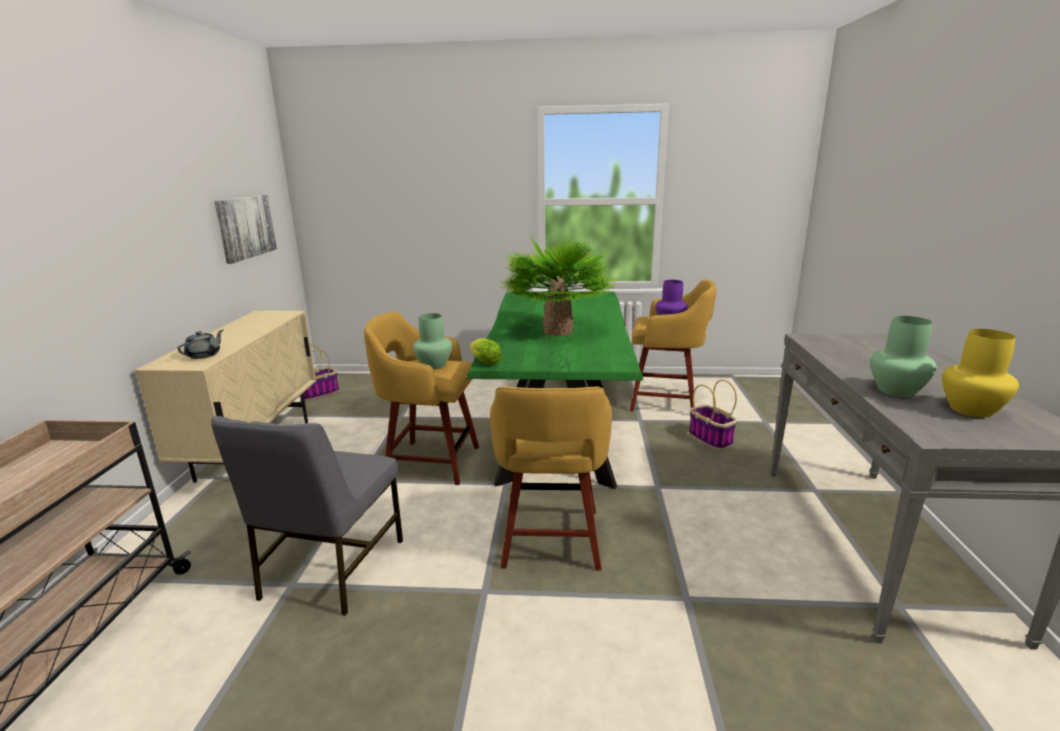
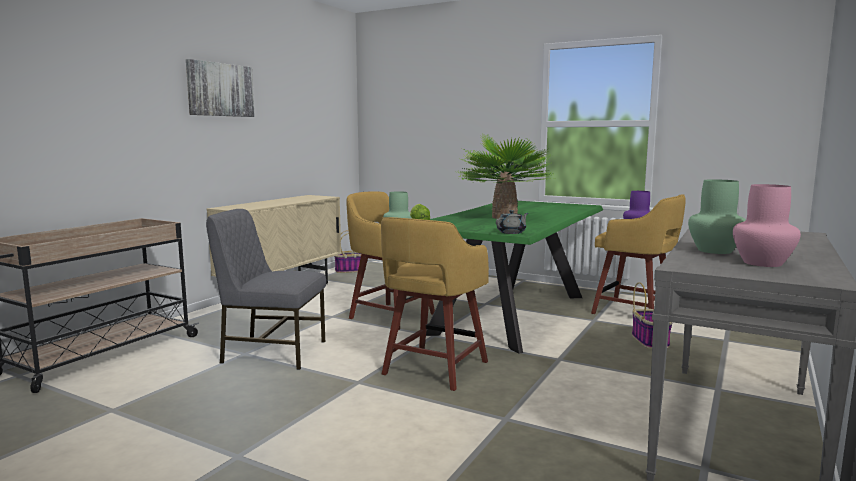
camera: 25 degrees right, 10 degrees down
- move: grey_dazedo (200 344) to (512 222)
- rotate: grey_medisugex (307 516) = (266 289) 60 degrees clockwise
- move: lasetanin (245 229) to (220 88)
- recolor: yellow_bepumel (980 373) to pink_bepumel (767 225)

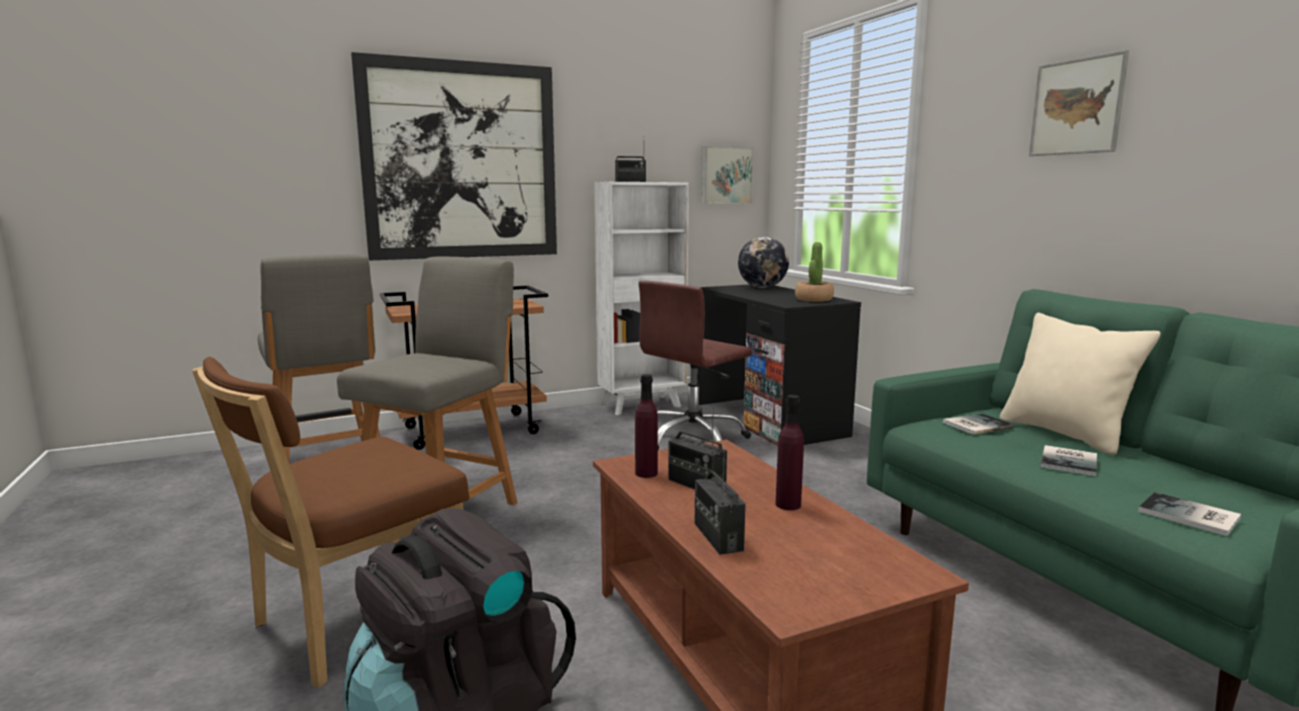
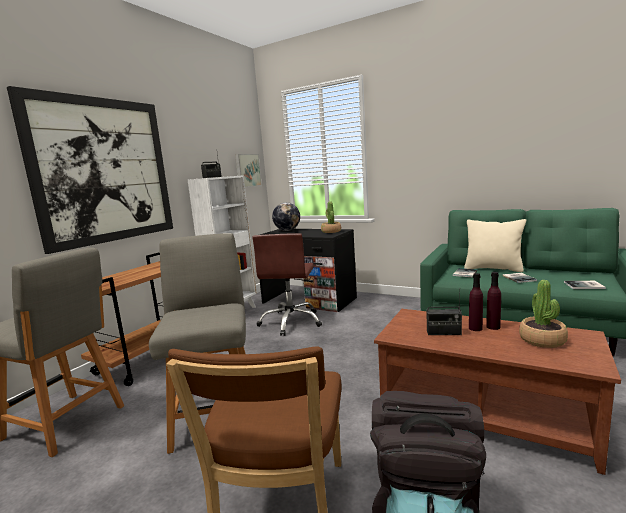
camera: 35 degrees left, 0 degrees up
- move: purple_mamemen (646 426) to (476 302)
- delete: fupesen (720 502)
- delete: lasetanin (1079 103)
- insert: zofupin (543 314)

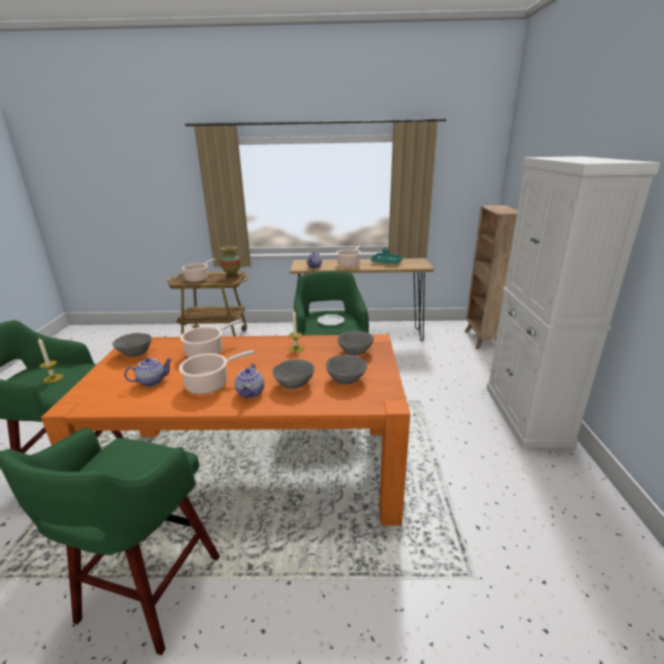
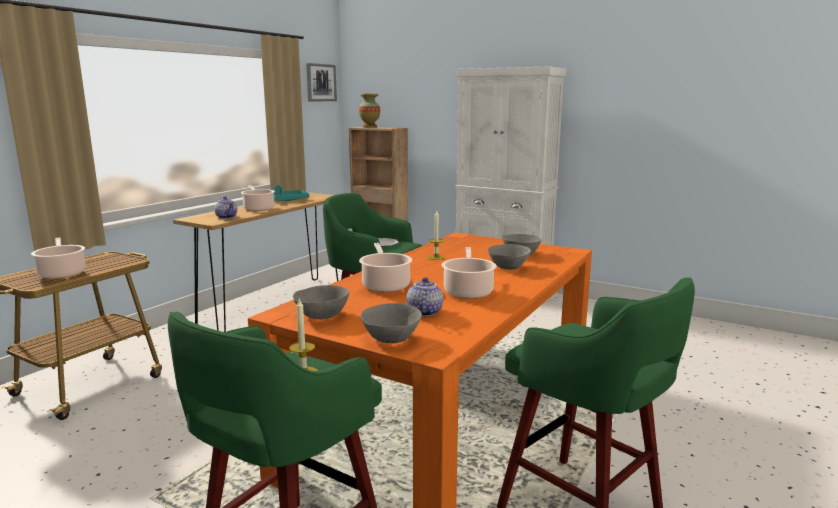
camera: 60 degrees left, 10 degrees down
- move: bepumel (230 262) to (369 111)
- delete: dazedo (249 381)
- move: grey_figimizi (355 343) to (391 323)
- insert: lasetanin (321 82)

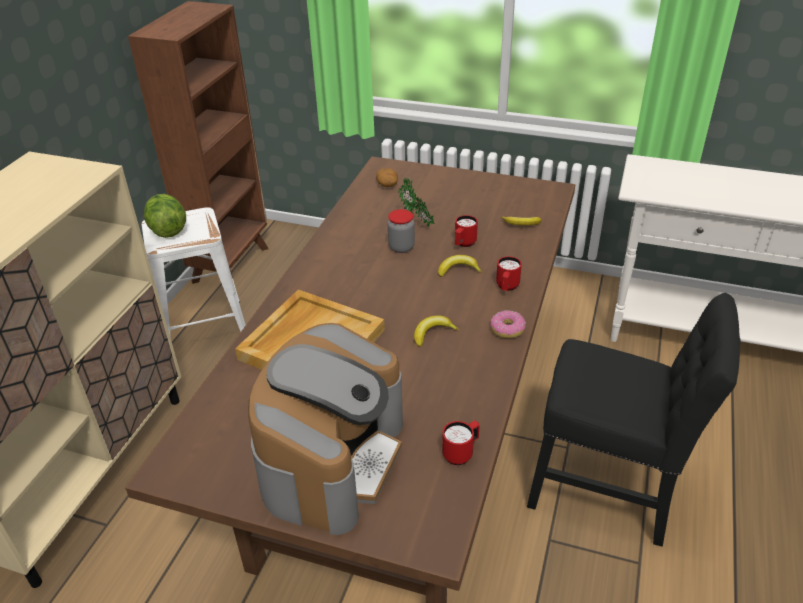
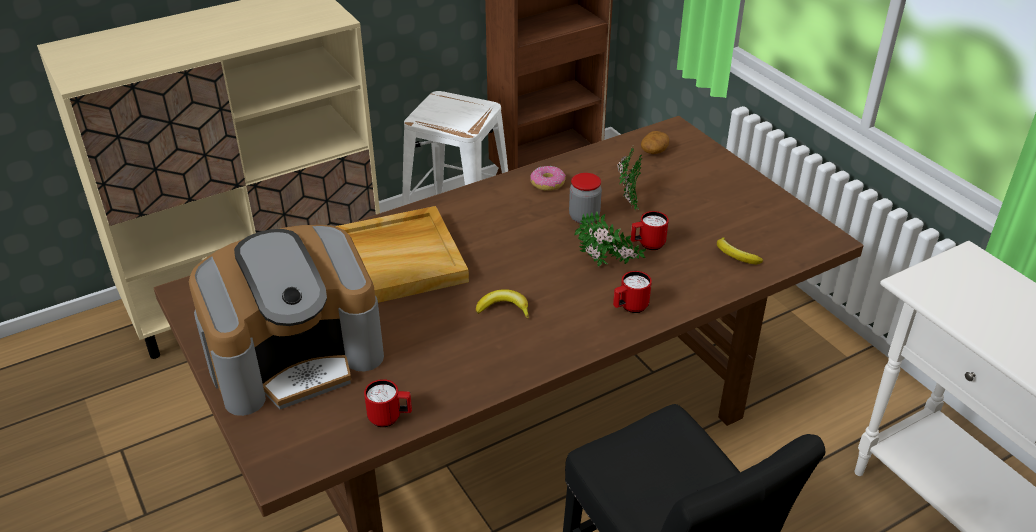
camera: 40 degrees right, 0 degrees up
- delete: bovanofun (165 216)
- replace: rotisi (460 266) to zofupin (610 239)
- move: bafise (508 324) to (548 178)

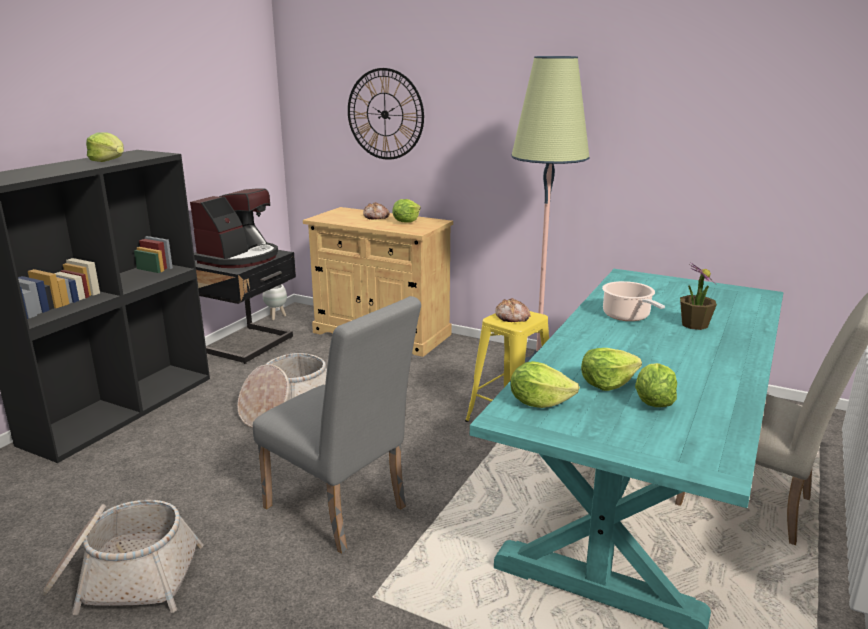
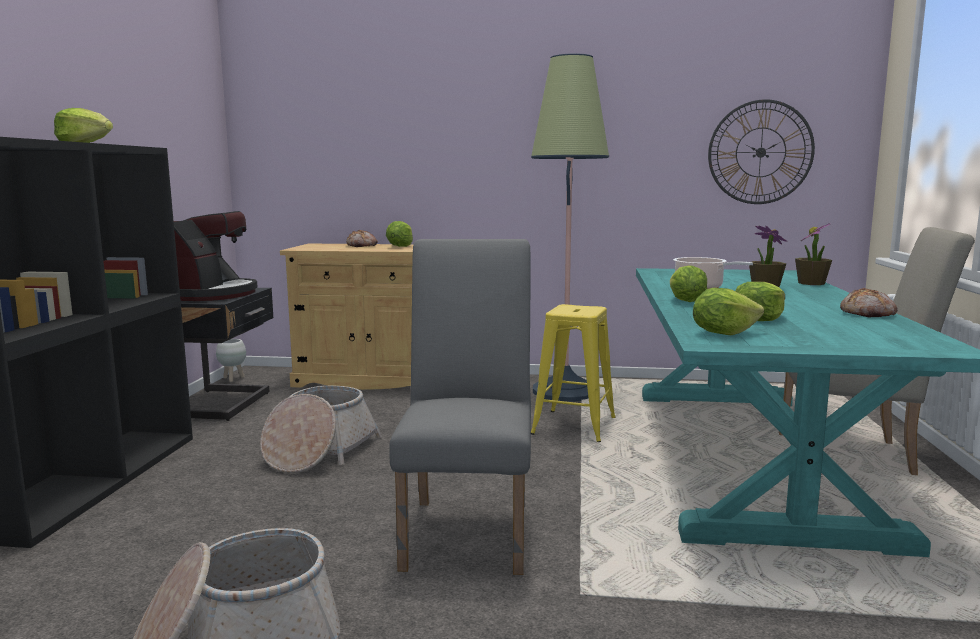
camera: 20 degrees left, 10 degrees down
- rotate: grey_medisugex (337 425) = (460 407) 105 degrees counterclockwise
- move: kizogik (386 114) to (761 151)
- move: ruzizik (512 310) to (869 303)
- move: bovanofun (656 385) to (688 284)
- insert: zofupin (813 254)

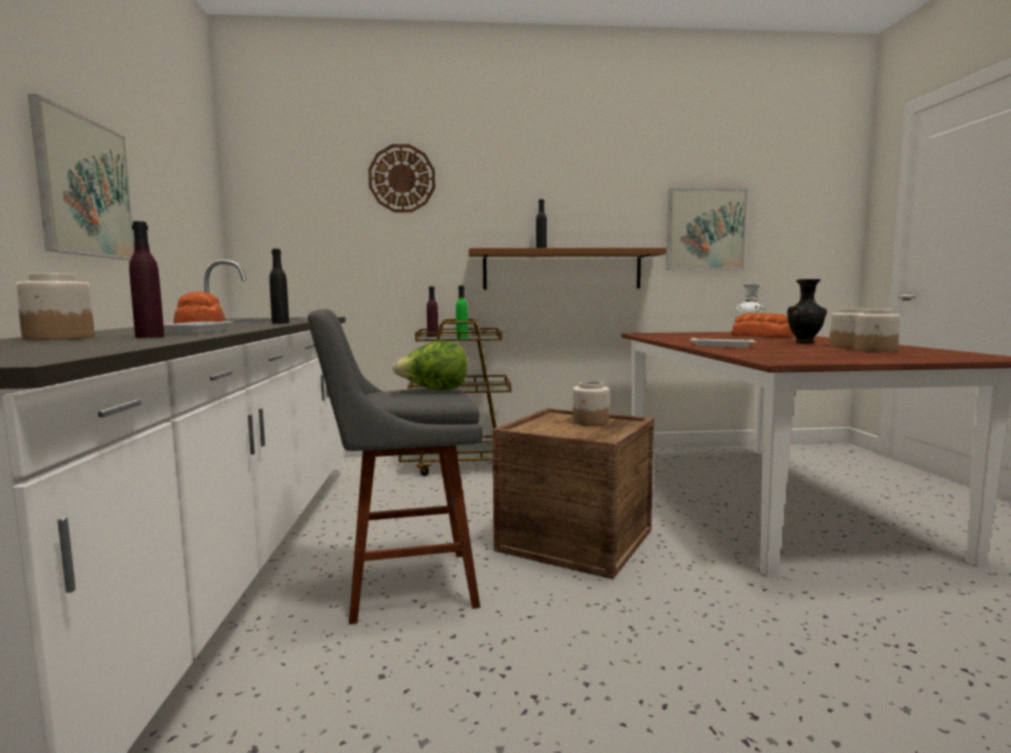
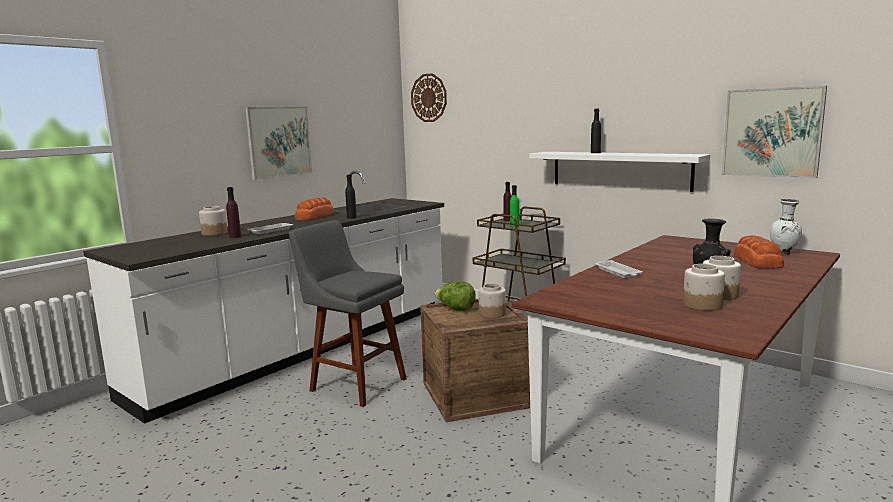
camera: 45 degrees right, 5 degrees up
- move: kizogik (401 178) to (429 97)
- move: bovanofun (430 366) to (455 296)
- recolor: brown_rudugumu (567 269) to white_rudugumu (619 172)

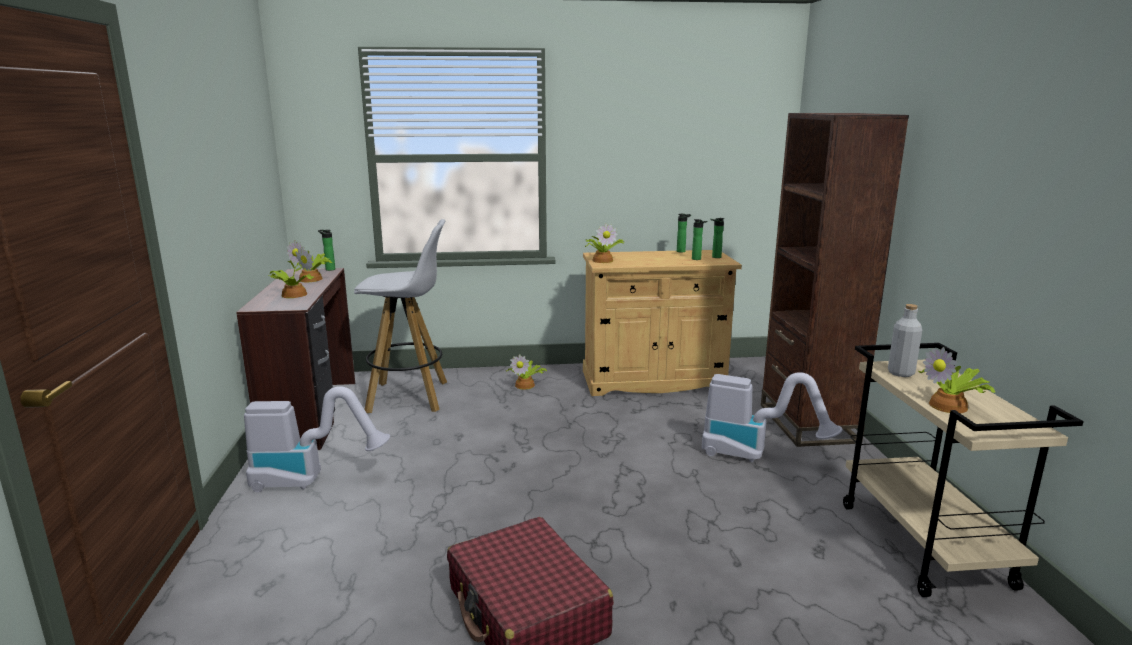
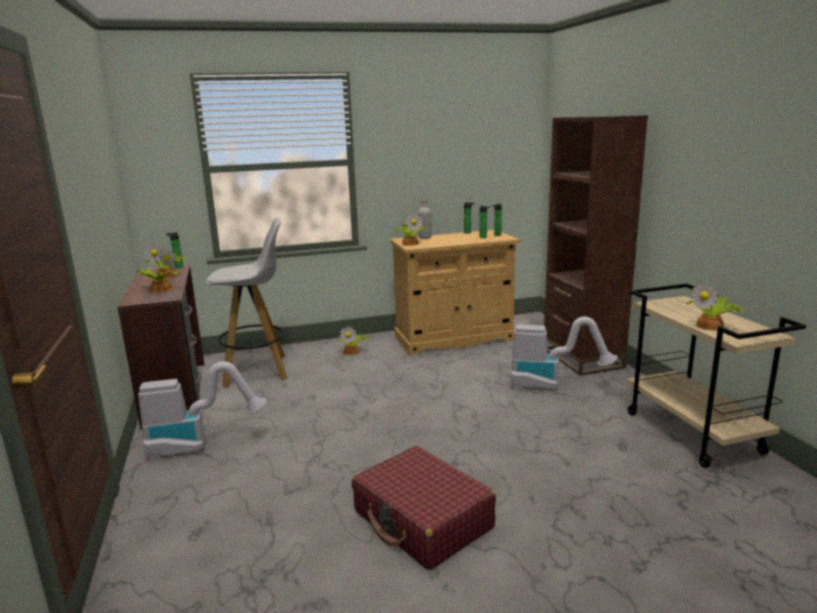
camera: 10 degrees left, 0 degrees up
- move: grey_mamemen (905 340) to (425 219)

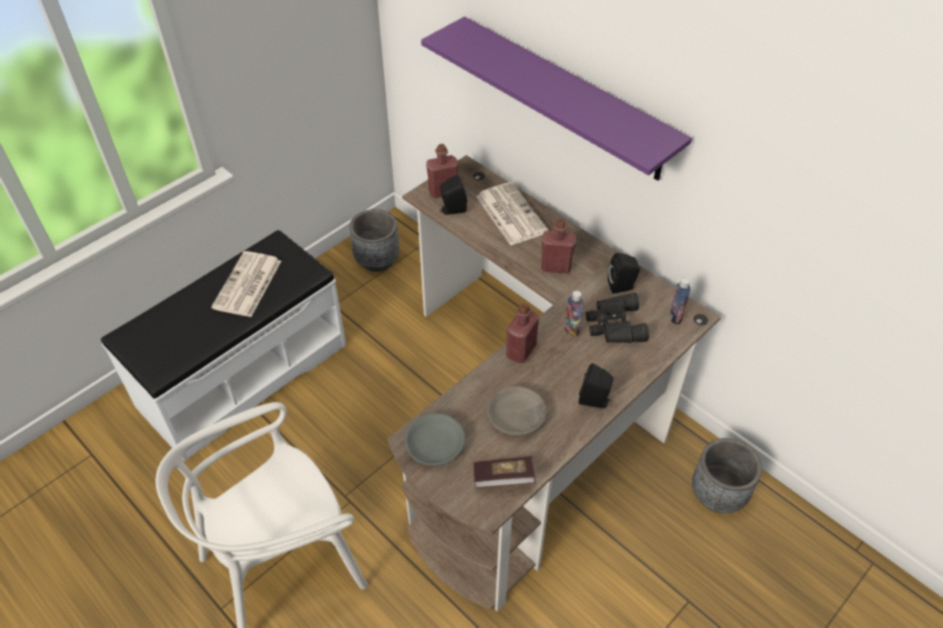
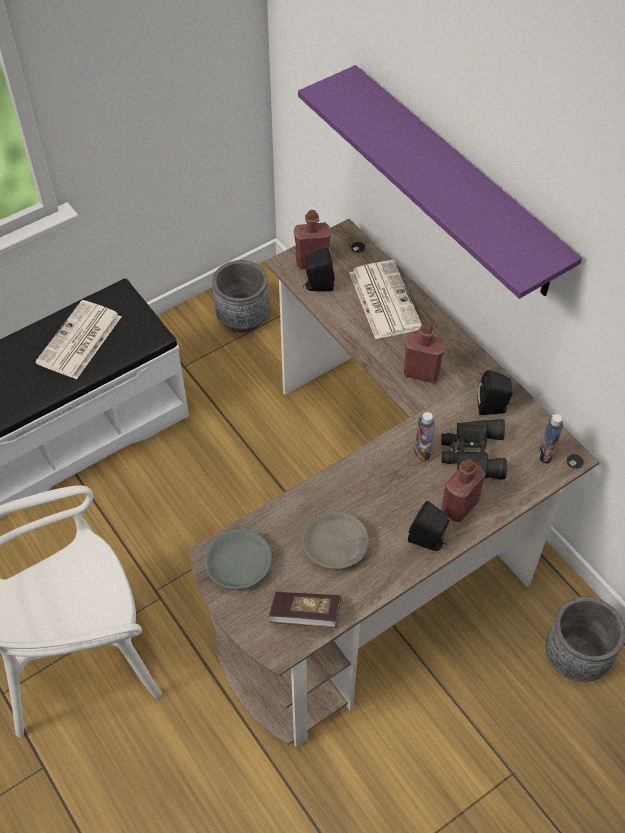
camera: 10 degrees right, 5 degrees up
- move: red_mamemen (522 333) to (463 490)

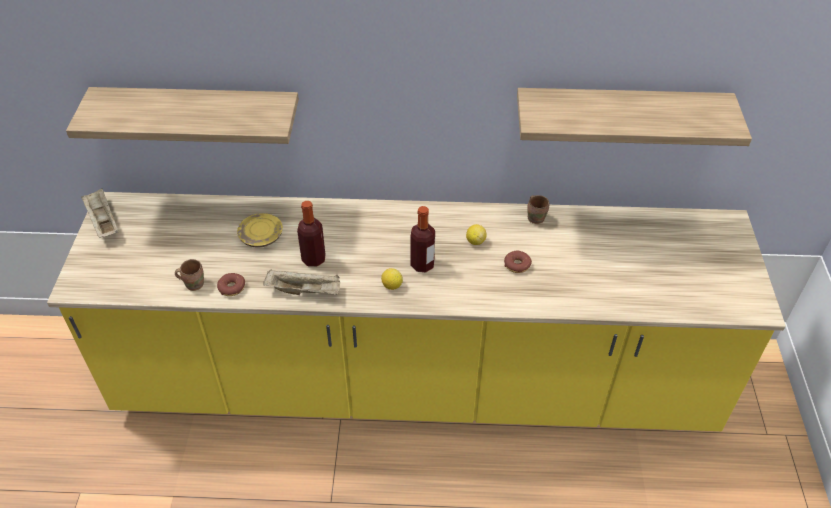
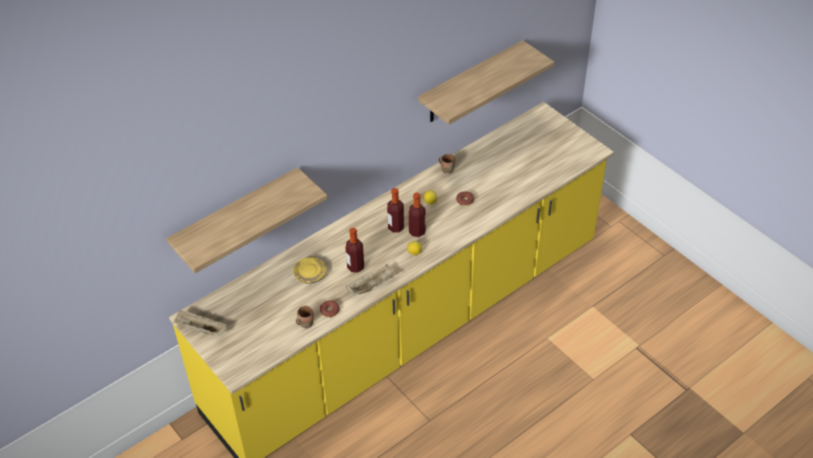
camera: 40 degrees left, 0 degrees up
- insert: mamemen (395 210)

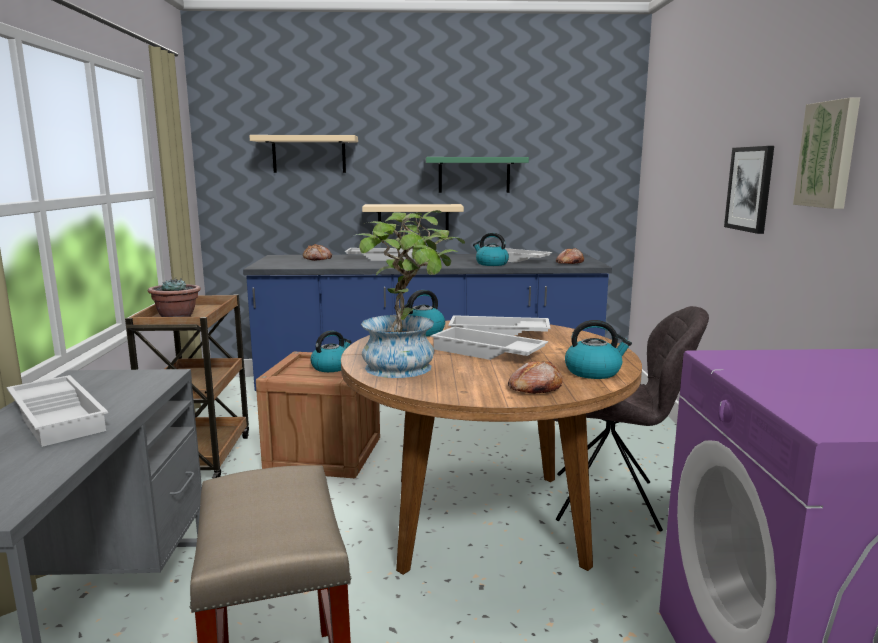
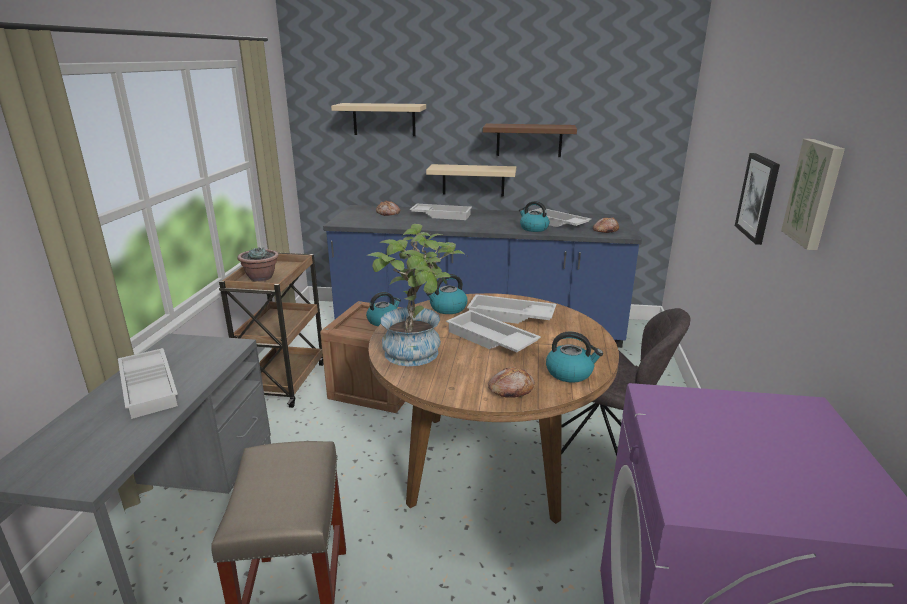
camera: 10 degrees right, 10 degrees up
- recolor: green_rudugumu (477 175) to brown_rudugumu (530 140)

